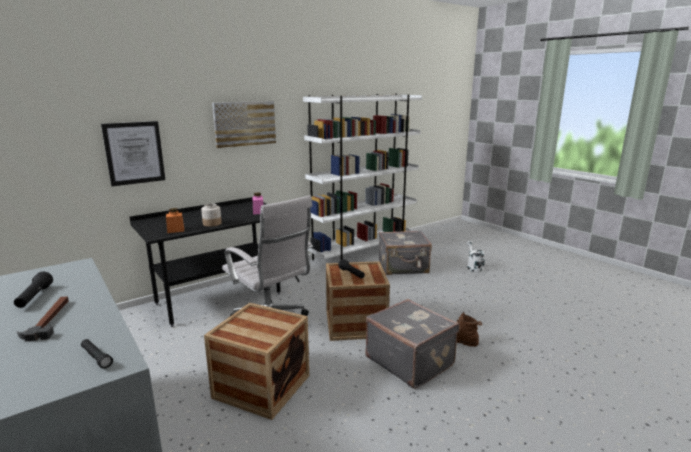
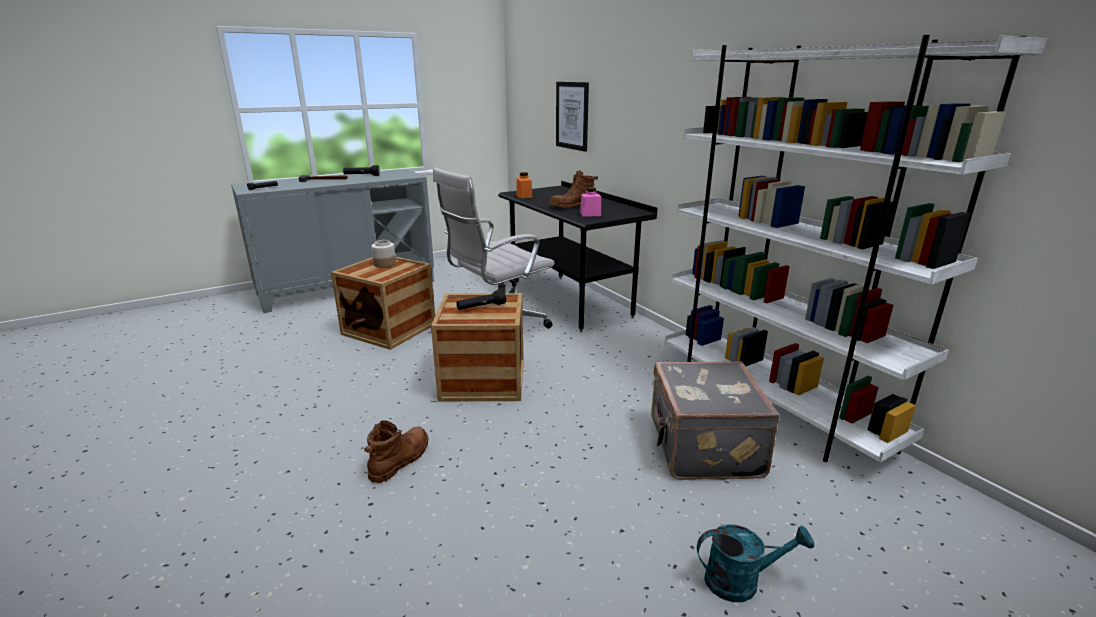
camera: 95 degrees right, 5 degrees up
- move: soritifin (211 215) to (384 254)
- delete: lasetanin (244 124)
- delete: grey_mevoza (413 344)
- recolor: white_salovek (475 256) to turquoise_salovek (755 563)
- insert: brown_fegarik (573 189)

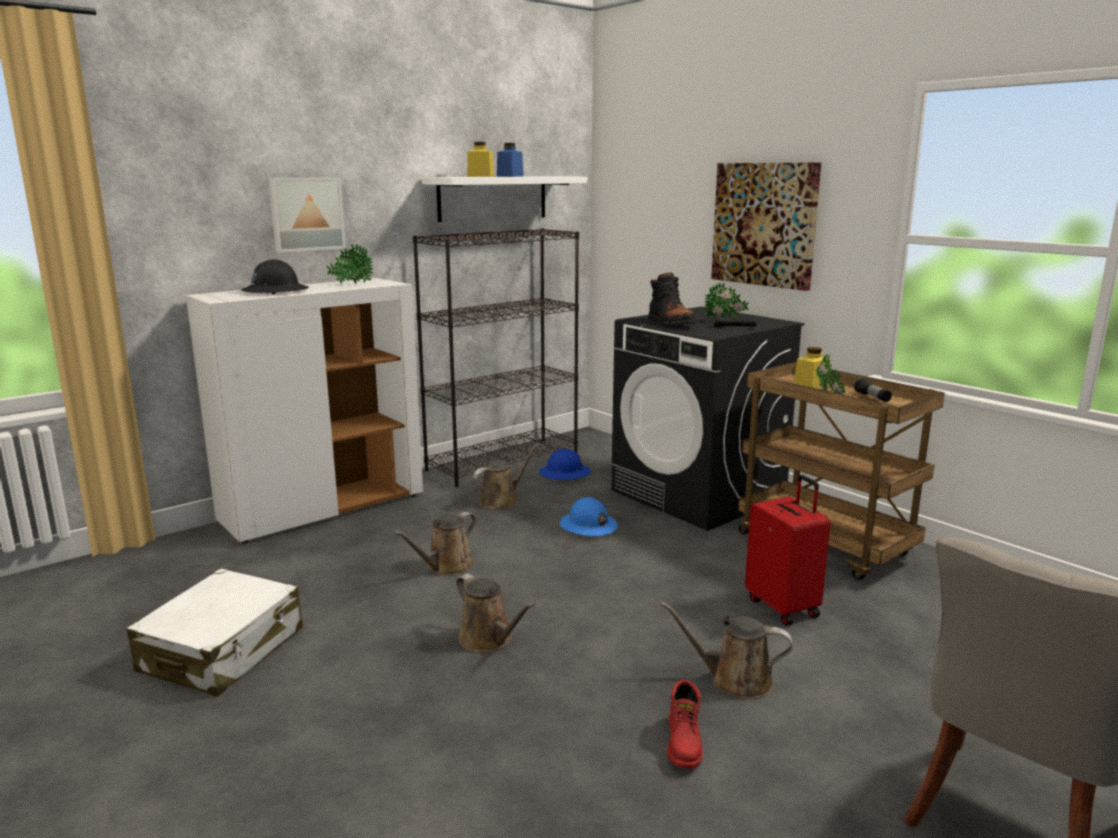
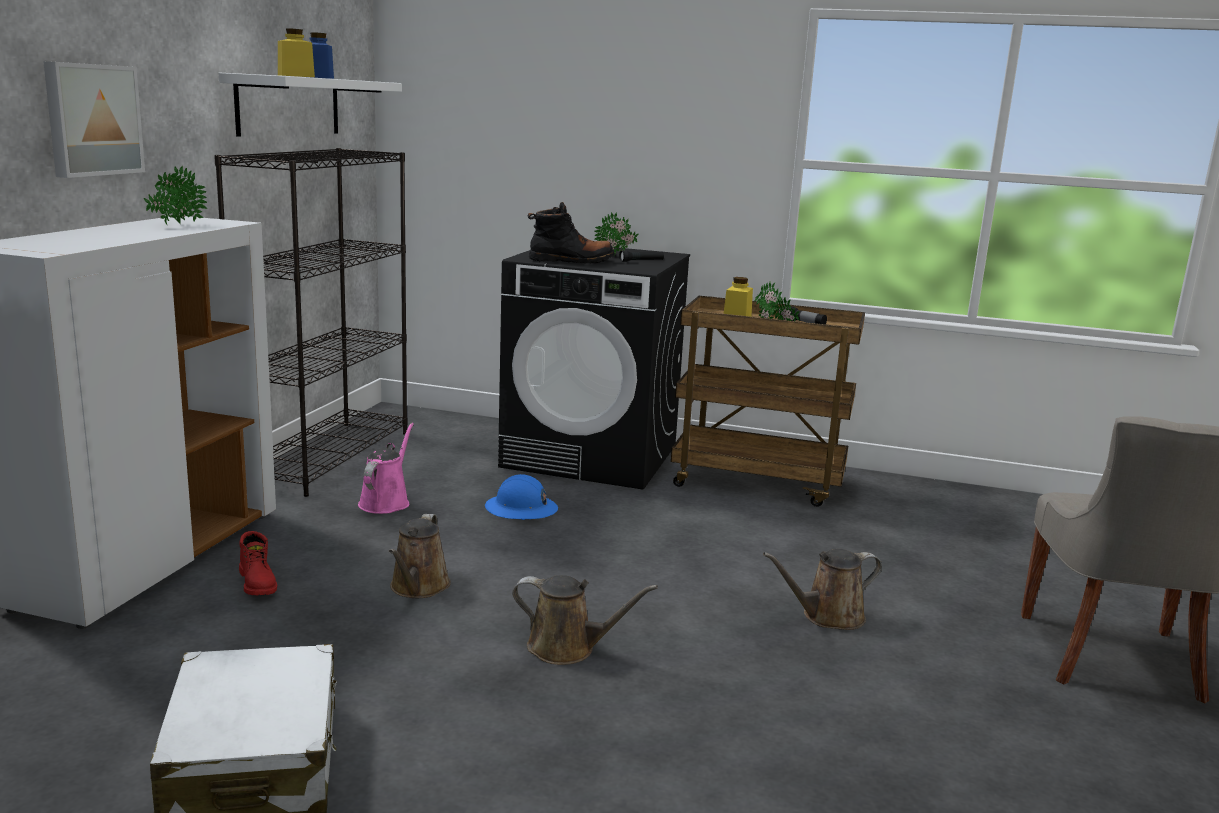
camera: 35 degrees left, 0 degrees up
- delete: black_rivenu (275 277)
- recolor: brown_salovek (505 476) to pink_salovek (386 468)
- delete: blue_rivenu (565 464)
- rotate: black_fegarik (672 300) = (571 233) 45 degrees counterclockwise
- move: red_fegarik (685 724) to (258 563)
- delete: lasetanin (766 226)
- delete: red_mevoza (788 550)

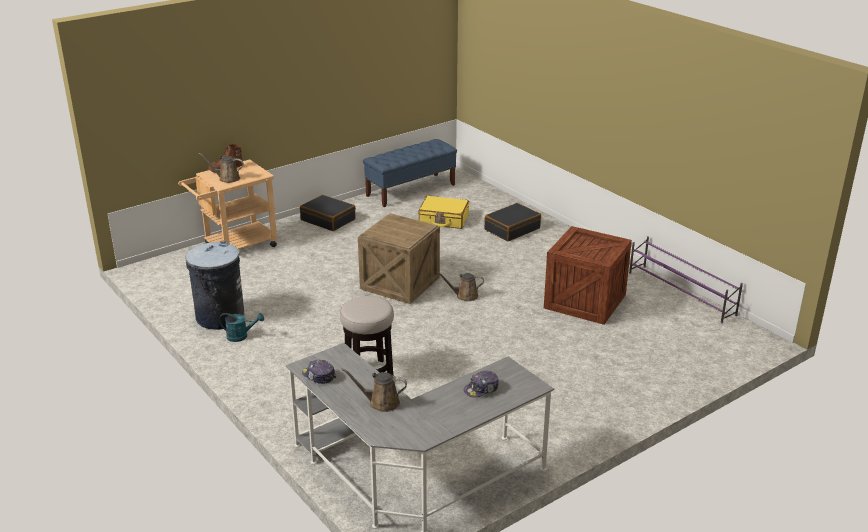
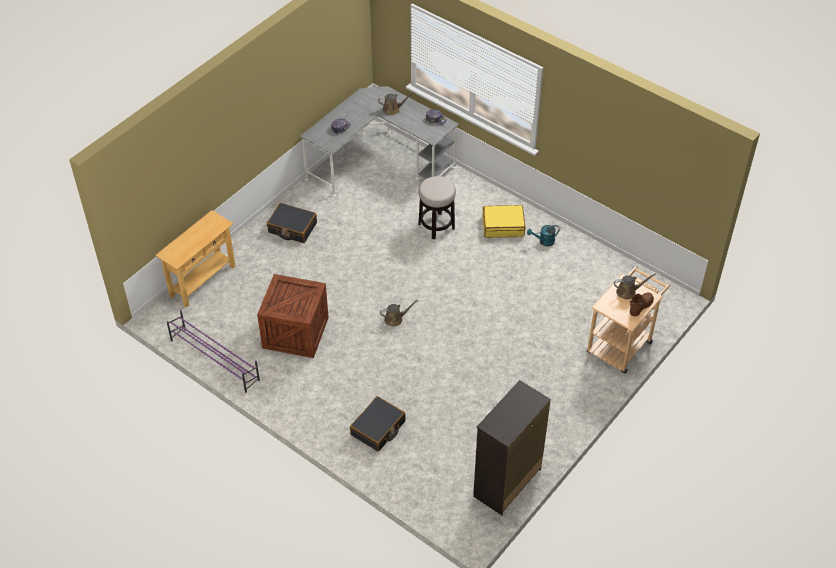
camera: 165 degrees right, 20 degrees up
- delete: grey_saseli (214 285)
- move: black_mevoza (328 213) to (292 223)
- delete: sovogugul (399 258)
- replace: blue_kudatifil (410 173) to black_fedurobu (512 447)
- move: yellow_mevoza (443 212) to (504 221)
- insert: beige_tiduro (195 259)

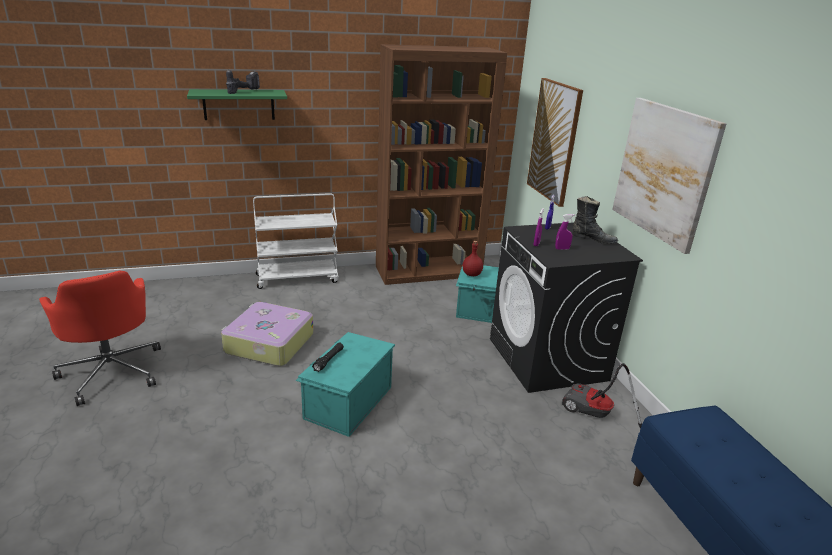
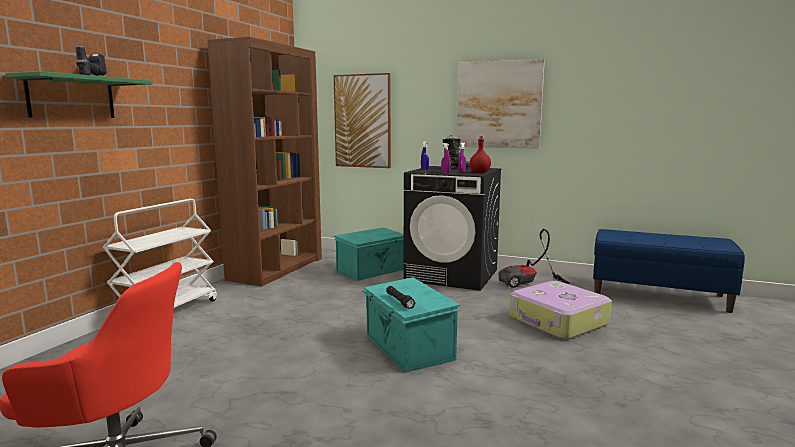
camera: 50 degrees left, 15 degrees down
- move: mevoza (267 334) to (560 310)
- move: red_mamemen (472 258) to (480 154)

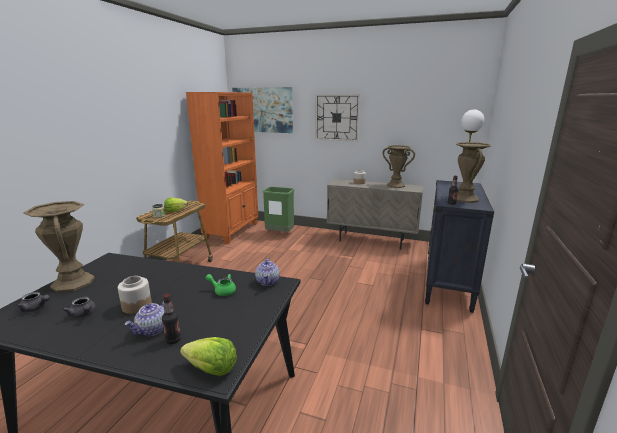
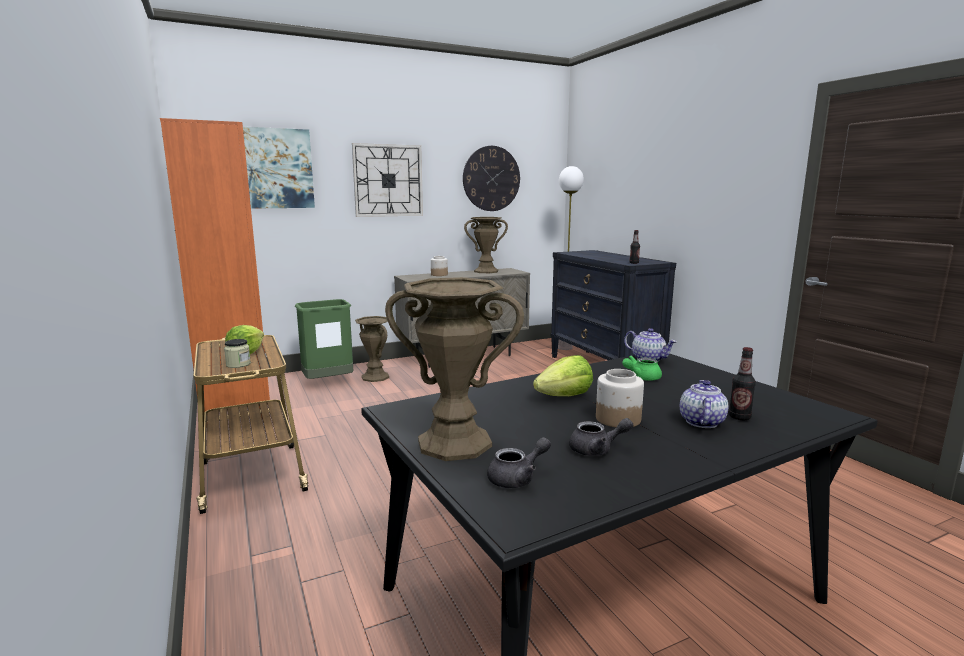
camera: 45 degrees left, 5 degrees down
- rotate: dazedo (149 318) = (704 404) 150 degrees counterclockwise
- move: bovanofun (208 356) to (563 375)
- move: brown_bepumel (473 172) to (372 349)
- insert: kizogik (491 178)

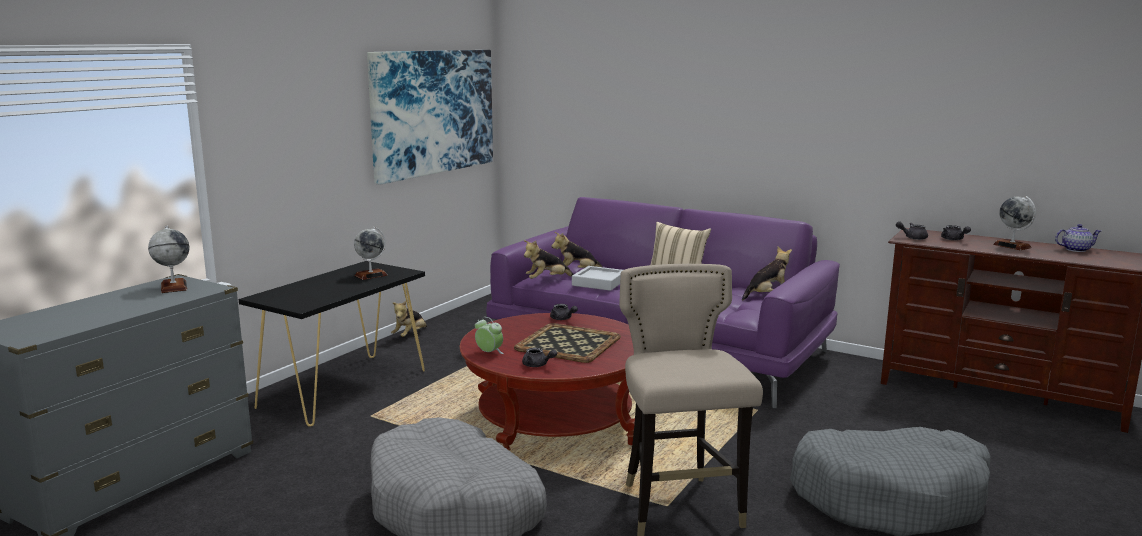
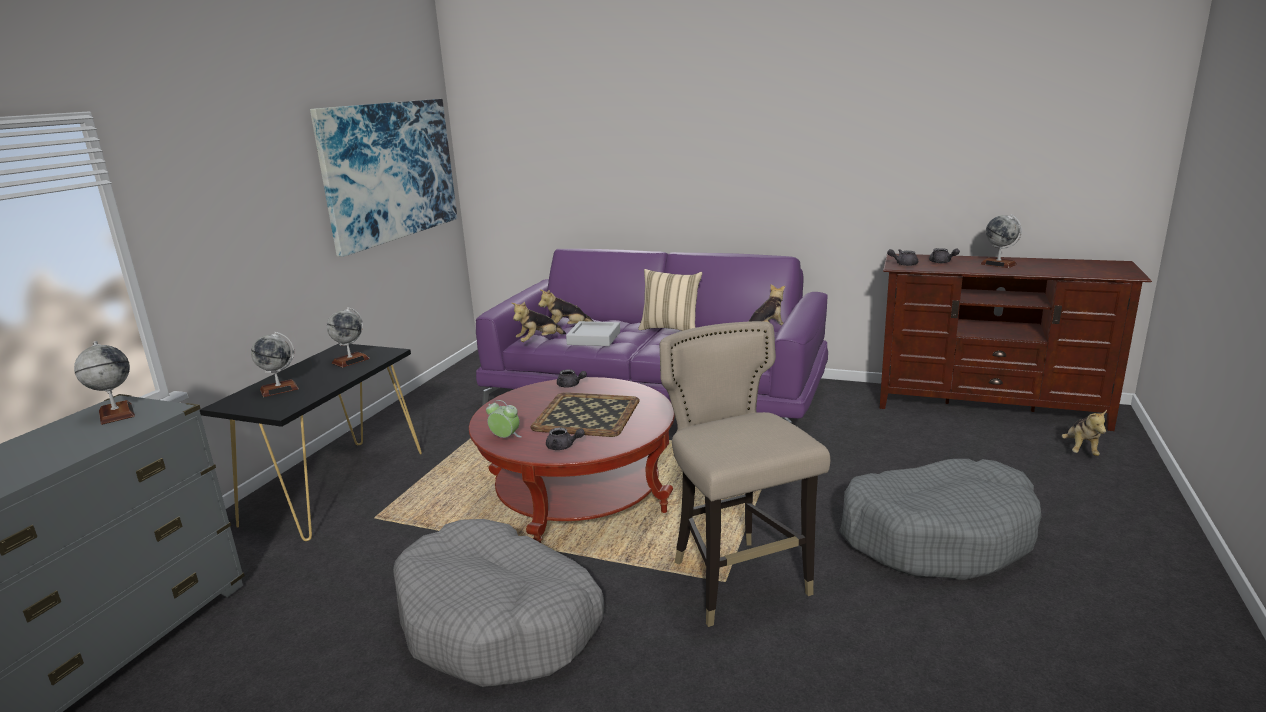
camera: 10 degrees left, 5 degrees up
- move: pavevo (409 319) to (1084 433)
- delete: dazedo (1078 238)
- insert: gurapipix (275 364)

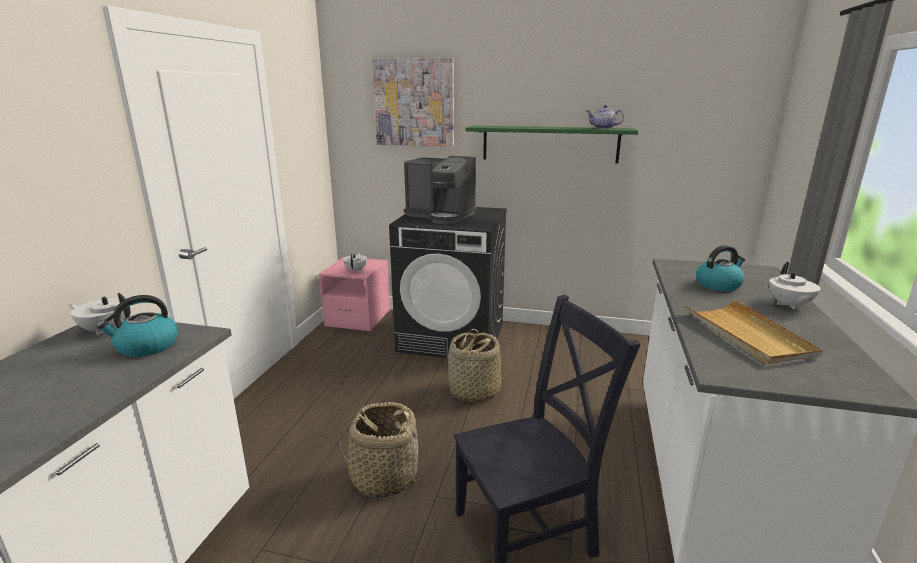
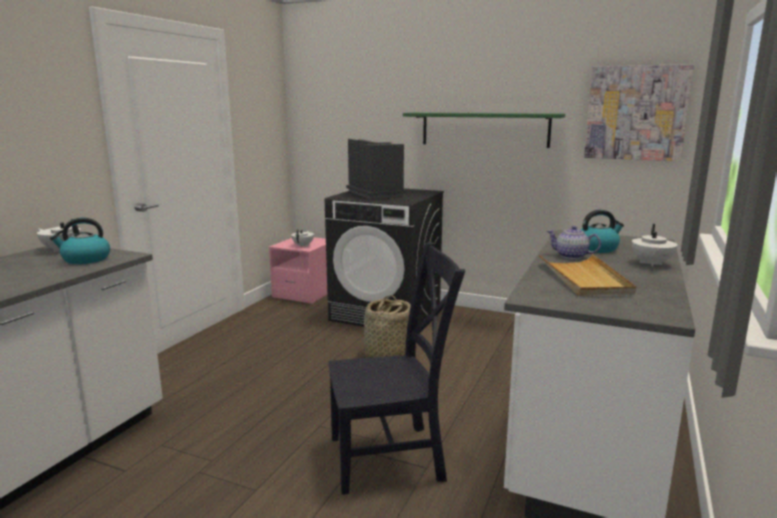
camera: 10 degrees right, 5 degrees down
- delete: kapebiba (382 450)
- move: lasetanin (413 102) to (639 112)
- rotate: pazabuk (440 190) = (376 169) 150 degrees counterclockwise
- move: dazedo (605 117) to (574 242)

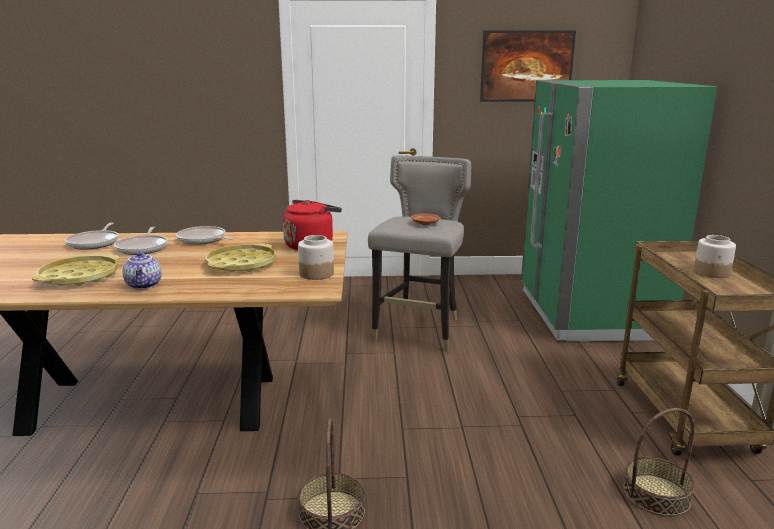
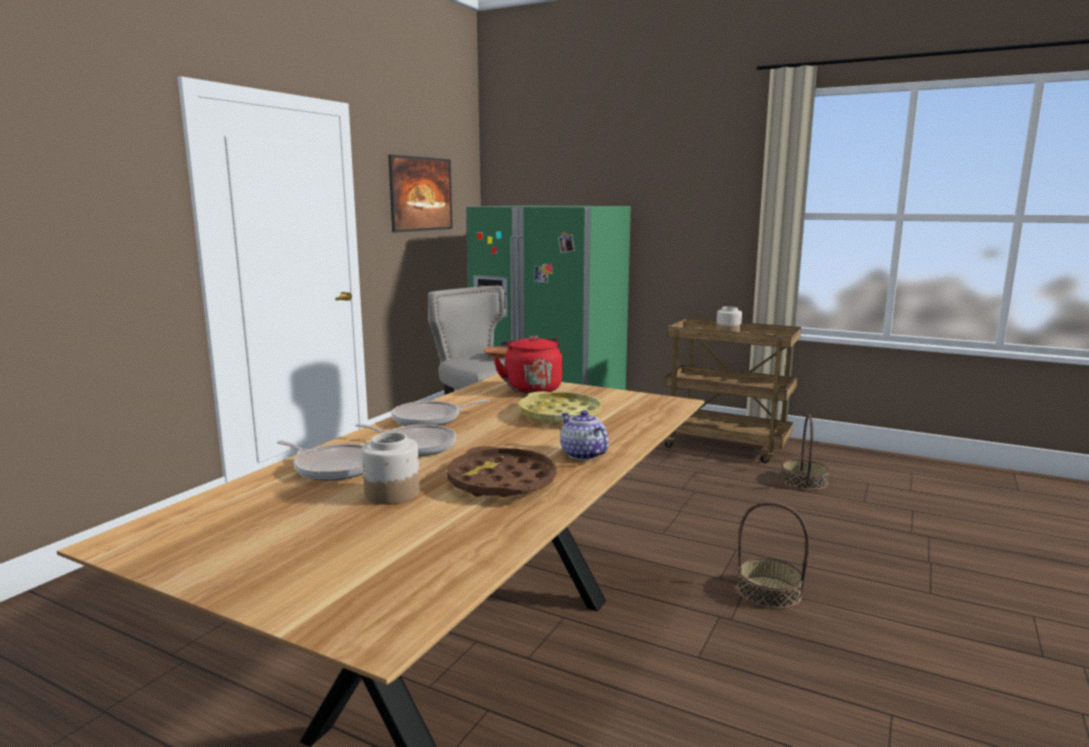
camera: 60 degrees left, 5 degrees down
- recolor: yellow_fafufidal (76 270) to brown_fafufidal (502 471)
- rotate: dazedo (142 270) = (584 435) 135 degrees counterclockwise
- move: soritifin (316 257) to (391 468)

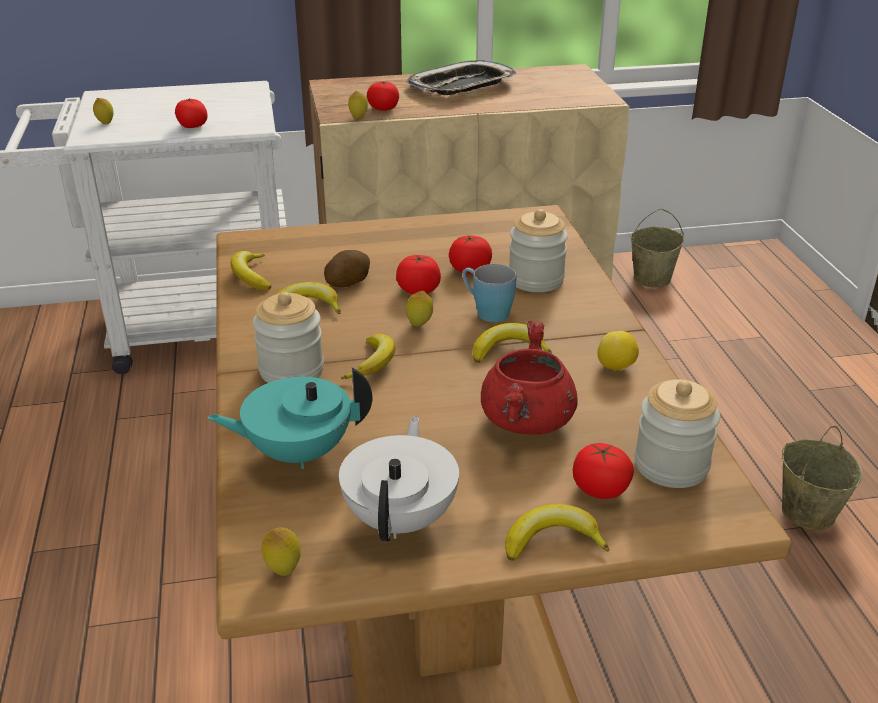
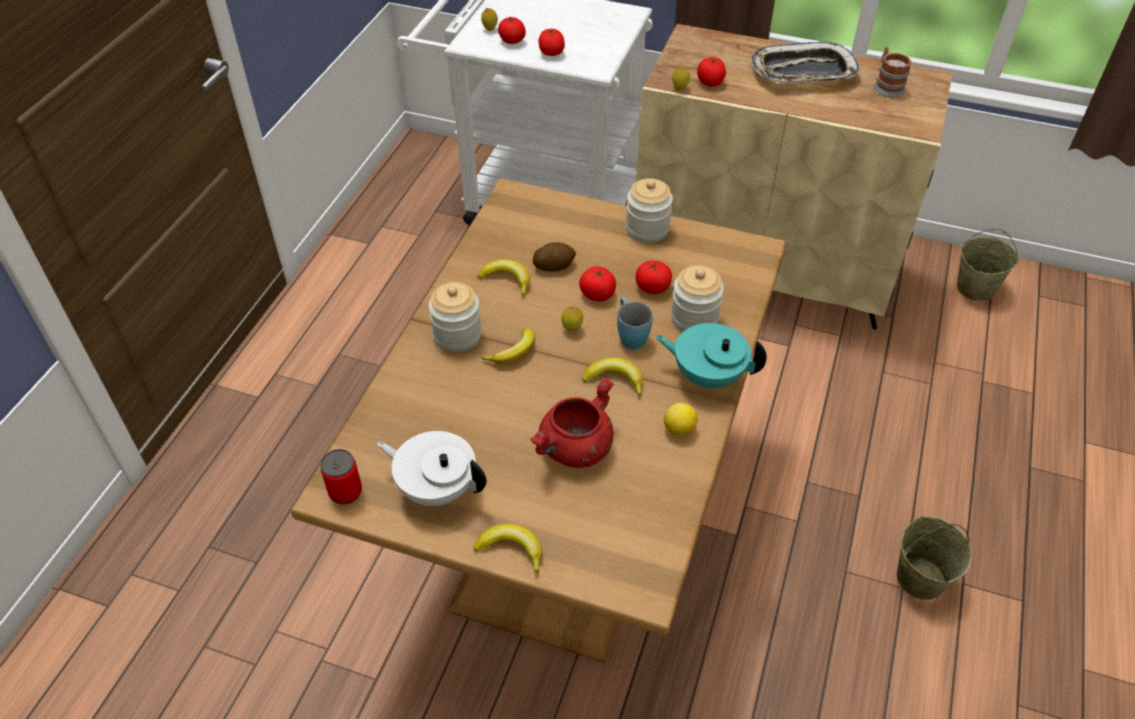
camera: 30 degrees right, 15 degrees up
- move: turquoise_dazedo (289 418) to (711 356)
- delete: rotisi (251 270)
- replace: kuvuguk (281 551) to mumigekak (341 476)
- rotate: white_dazedo (399 478) = (432 468) 105 degrees counterclockwise
- move: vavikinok (603 471) to (512 30)
- move: soritifin (677 433) to (649 210)
- insert: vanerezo (892 72)

